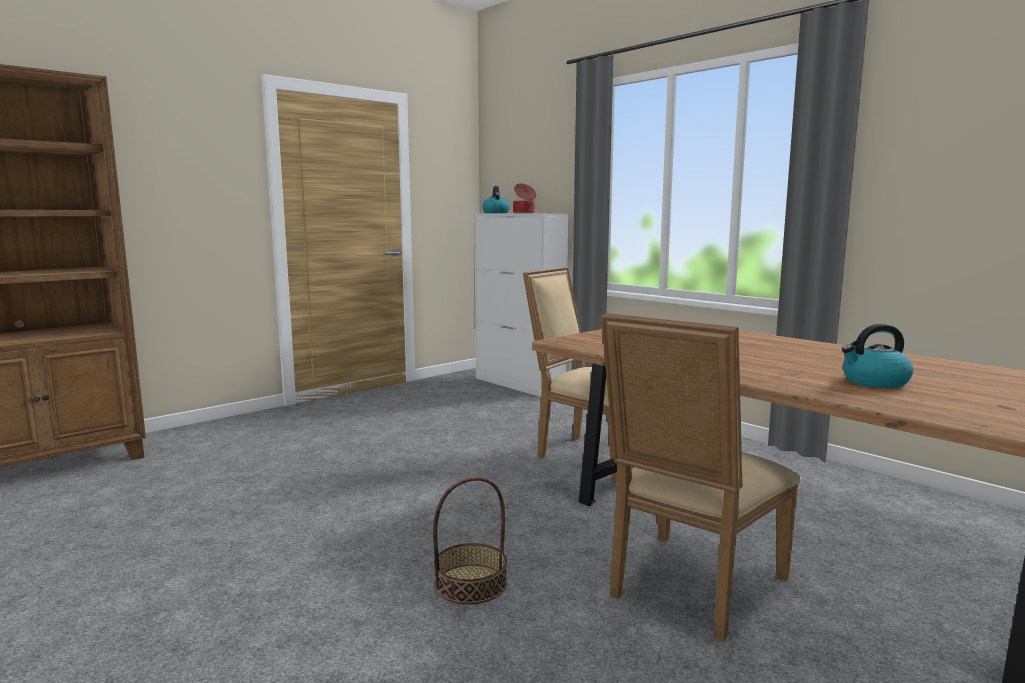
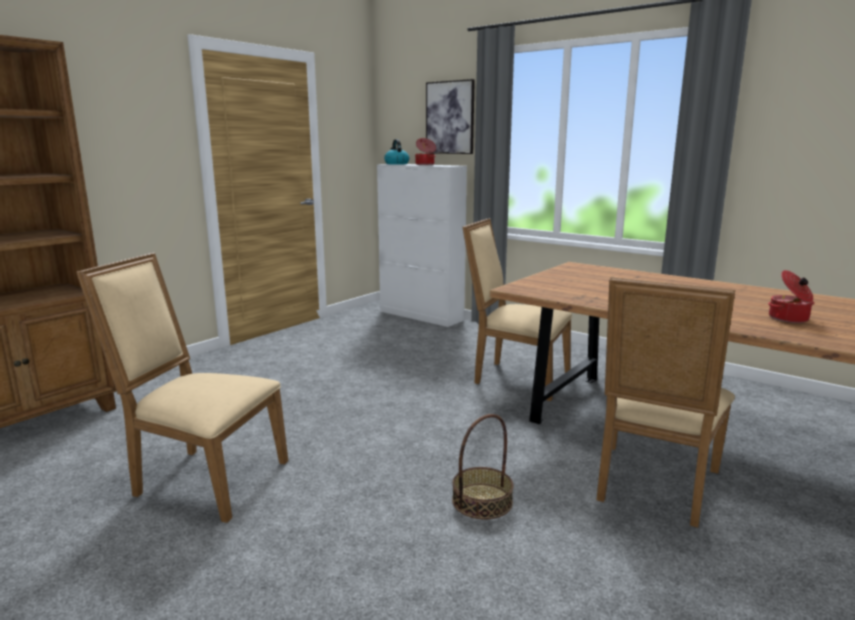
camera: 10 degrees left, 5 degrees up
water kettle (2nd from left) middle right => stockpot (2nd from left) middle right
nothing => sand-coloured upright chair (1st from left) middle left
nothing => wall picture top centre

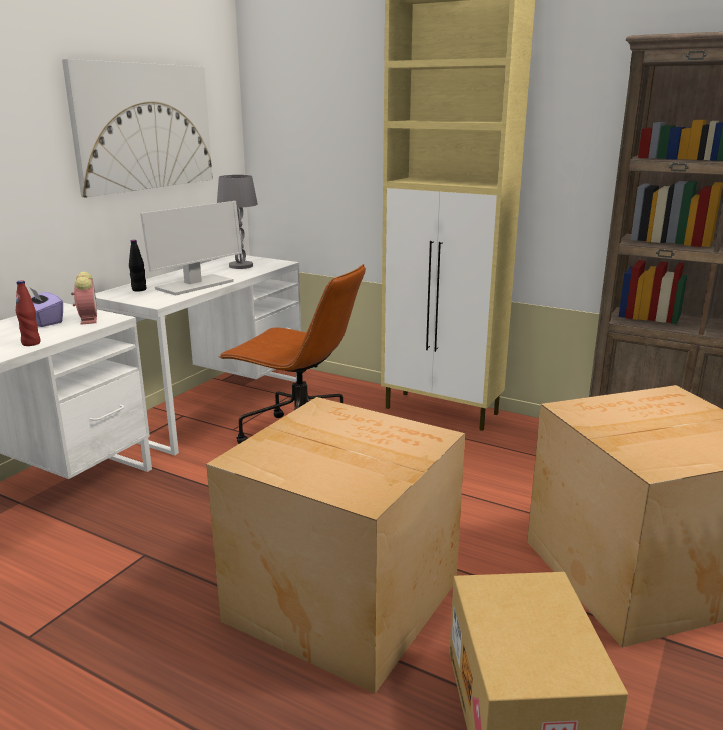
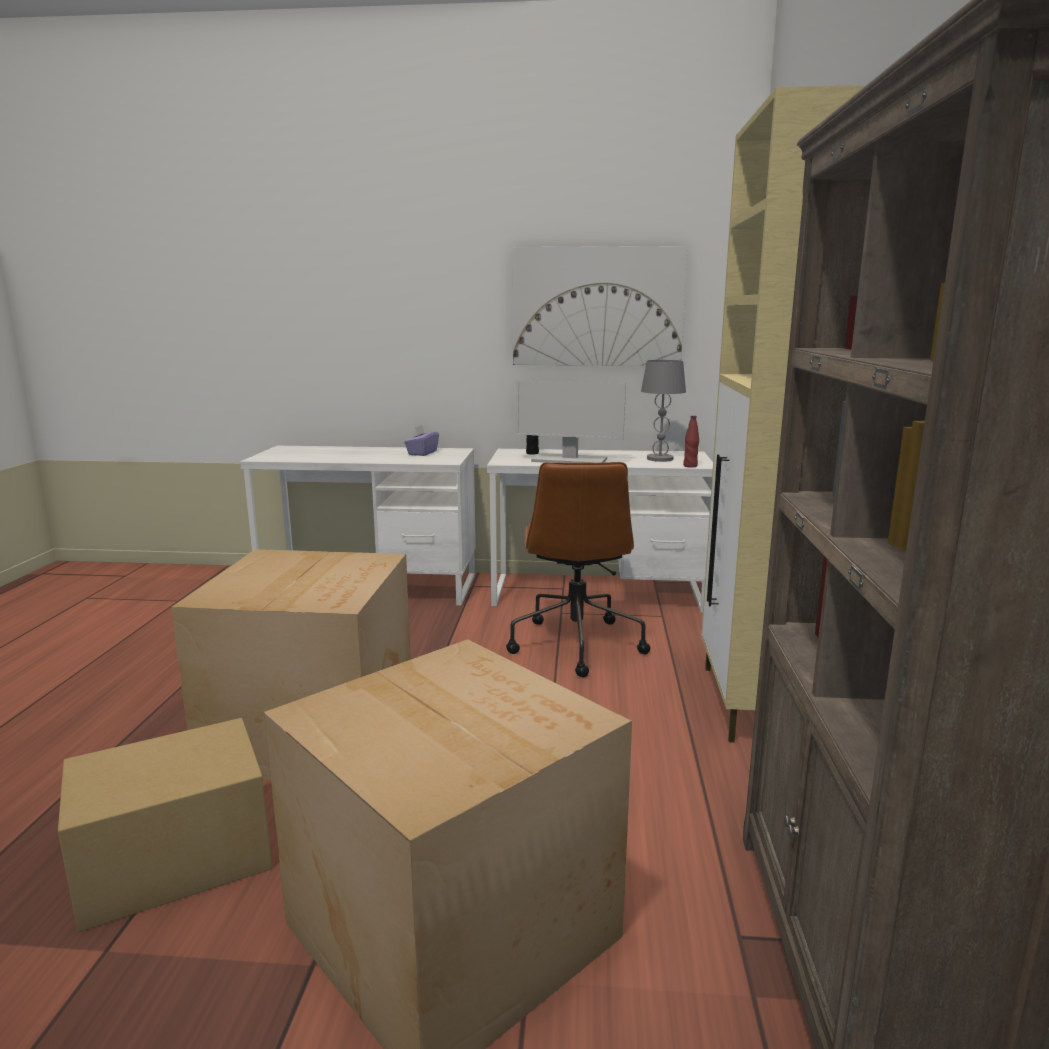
camera: 65 degrees right, 5 degrees down
red-coloured bottle middle left => red-coloured bottle centre, move
alarm clock middle left => nothing

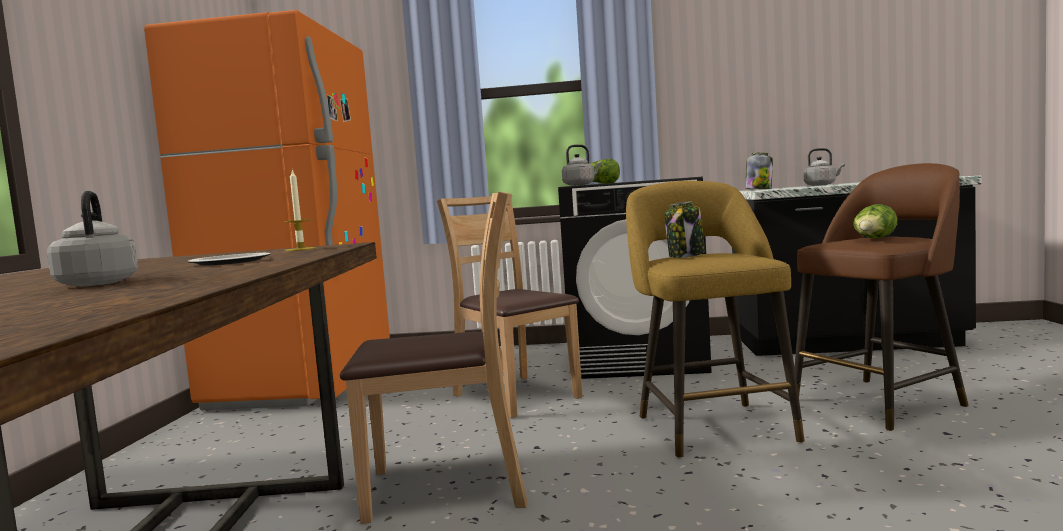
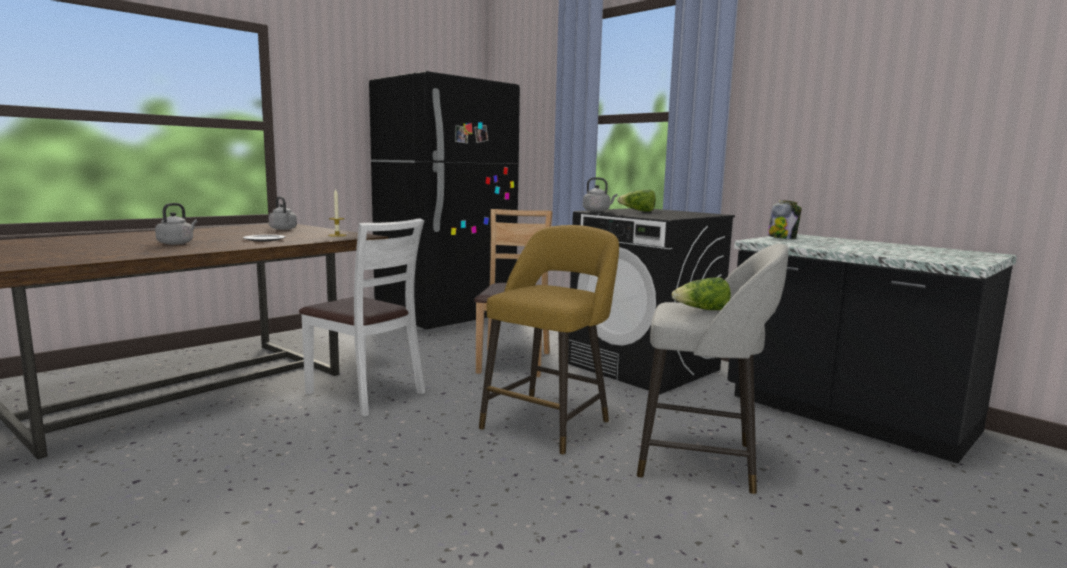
camera: 40 degrees right, 5 degrees up
orangey kitchen fridge middle left => black-coloured kitchen fridge centre
brownish upright chair (1st from left) bottom centre => whitish upright chair centre
storage jar (1st from left) centre => nothing
brownish sitting stool middle right => gray sitting stool middle right
gray water kettle (3rd from left in the first image) top right => gray water kettle (2nd from left) middle left, move

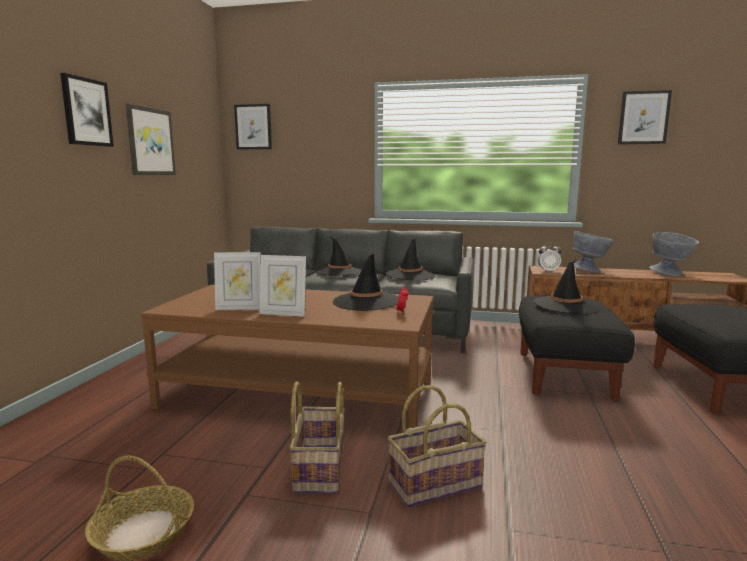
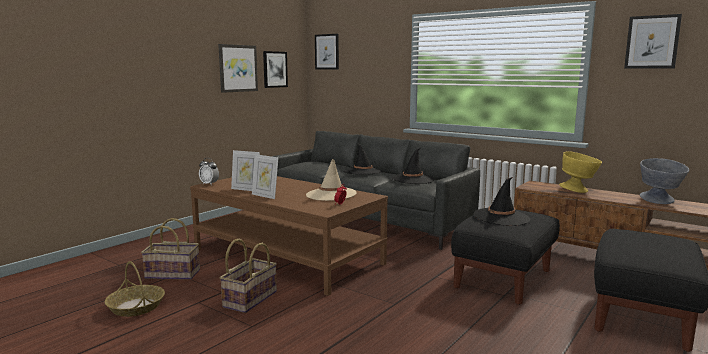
camera: 25 degrees right, 0 degrees up
wall picture (1st from left in the first image) top left => wall picture (2nd from left) top centre, move
black-coloured wearable hat (2nd from left) centre => sand-coloured wearable hat centre
basket (3rd from left in the first image) bottom centre => basket (2nd from left) bottom left, move
alarm clock (2nd from left in the first image) middle right => alarm clock (1st from left) middle left, move
gray deep dish (1st from left) middle right => yellowish deep dish middle right

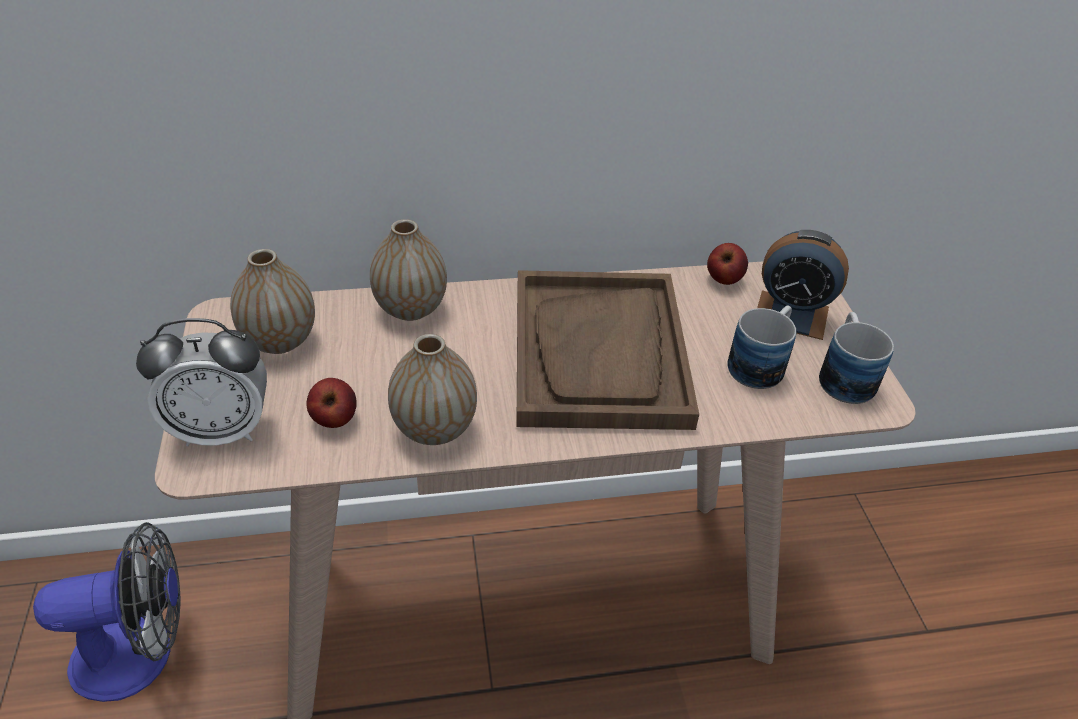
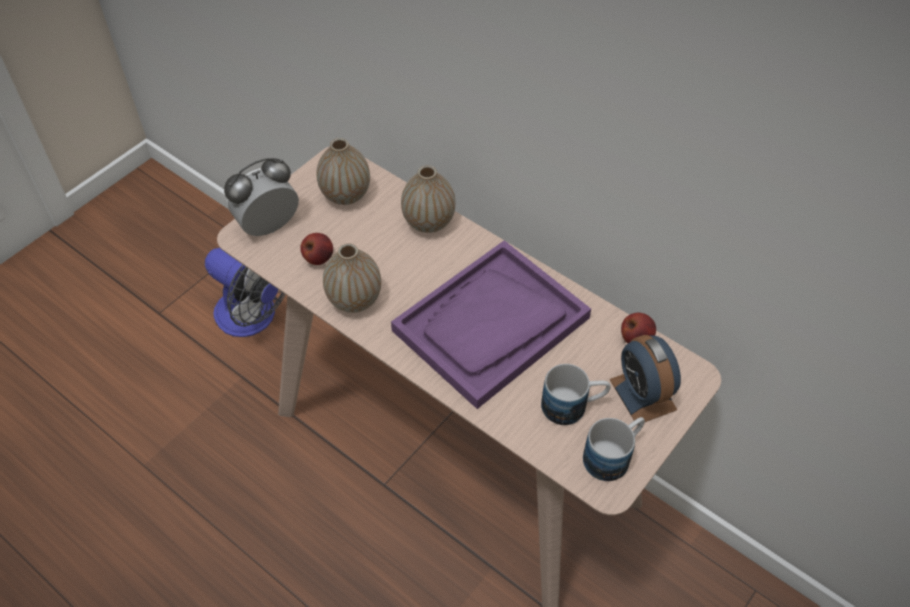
camera: 50 degrees right, 10 degrees up
alarm clock (1st from left) middle left => alarm clock (1st from left) top left, 105 degrees clockwise
brownish serving tray centre => purple-coloured serving tray centre

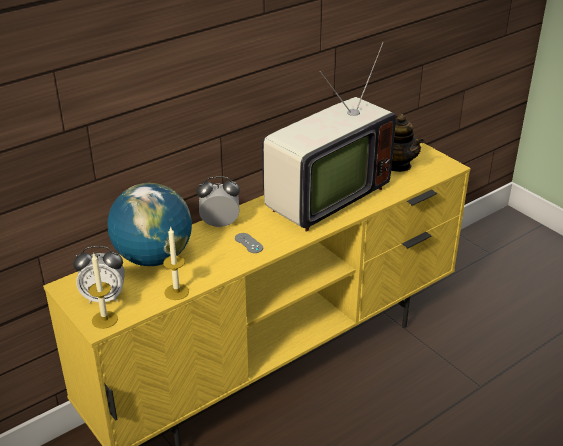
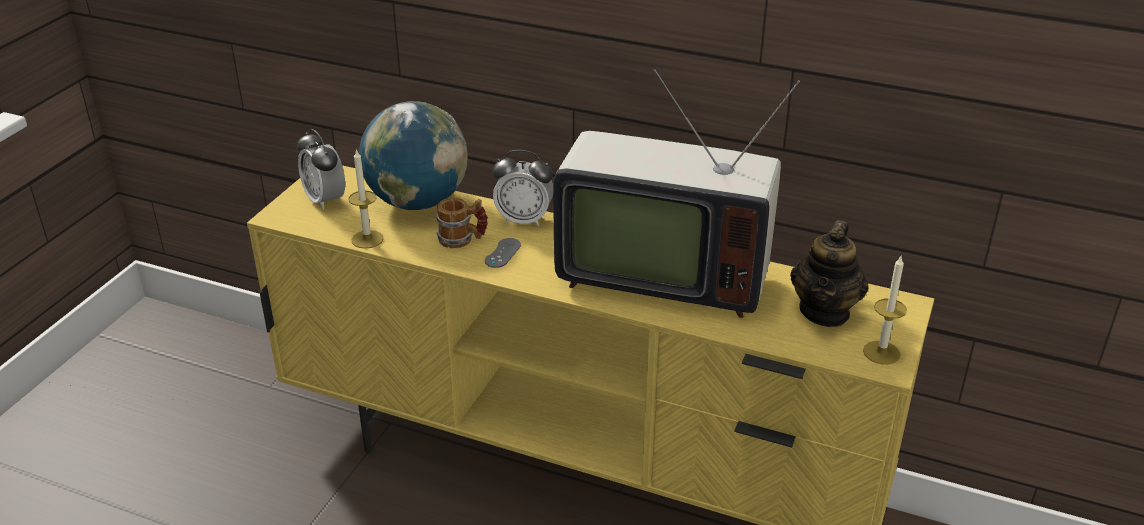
camera: 60 degrees right, 0 degrees up
candle (1st from left in the first image) middle left => candle (2nd from left) middle right, move
alarm clock (2nd from left) centre, 135 degrees clockwise
nothing => tea mug centre

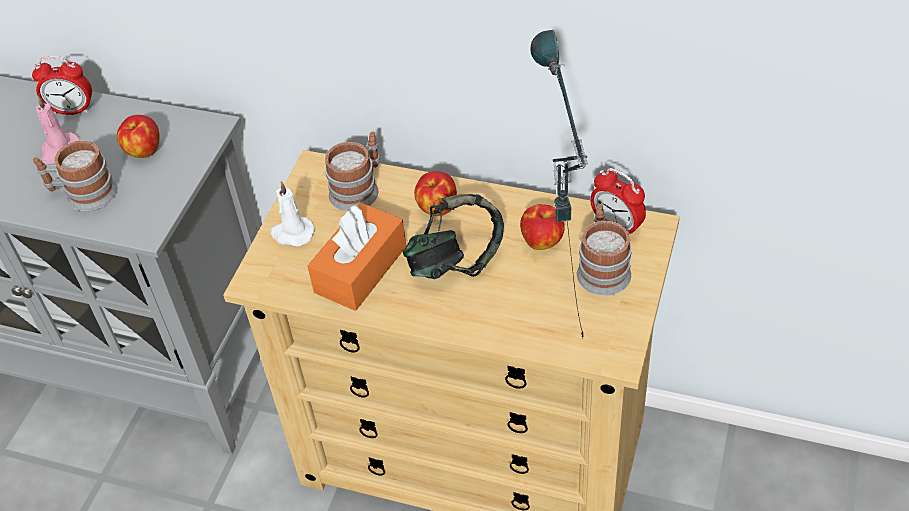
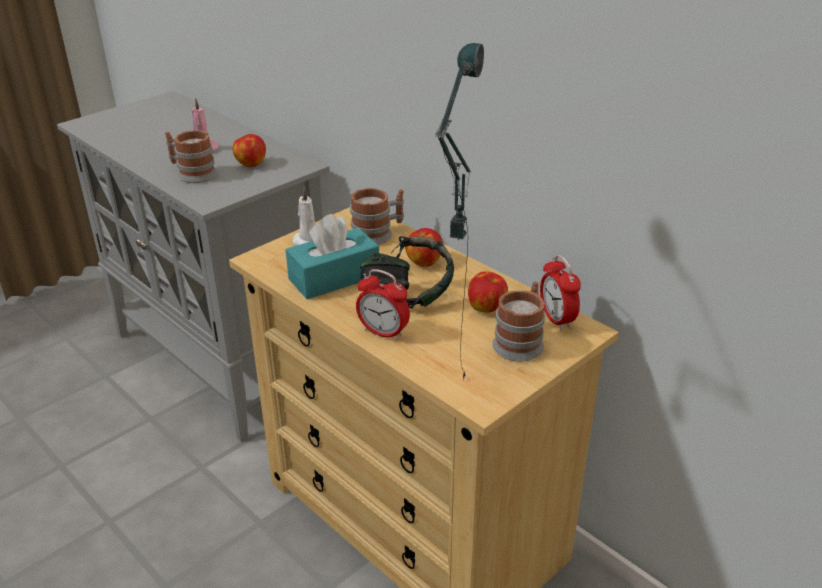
camera: 25 degrees right, 15 degrees down
alarm clock (1st from left) top left => alarm clock (1st from left) centre, move
orangey tissue box centre => blue-green tissue box centre

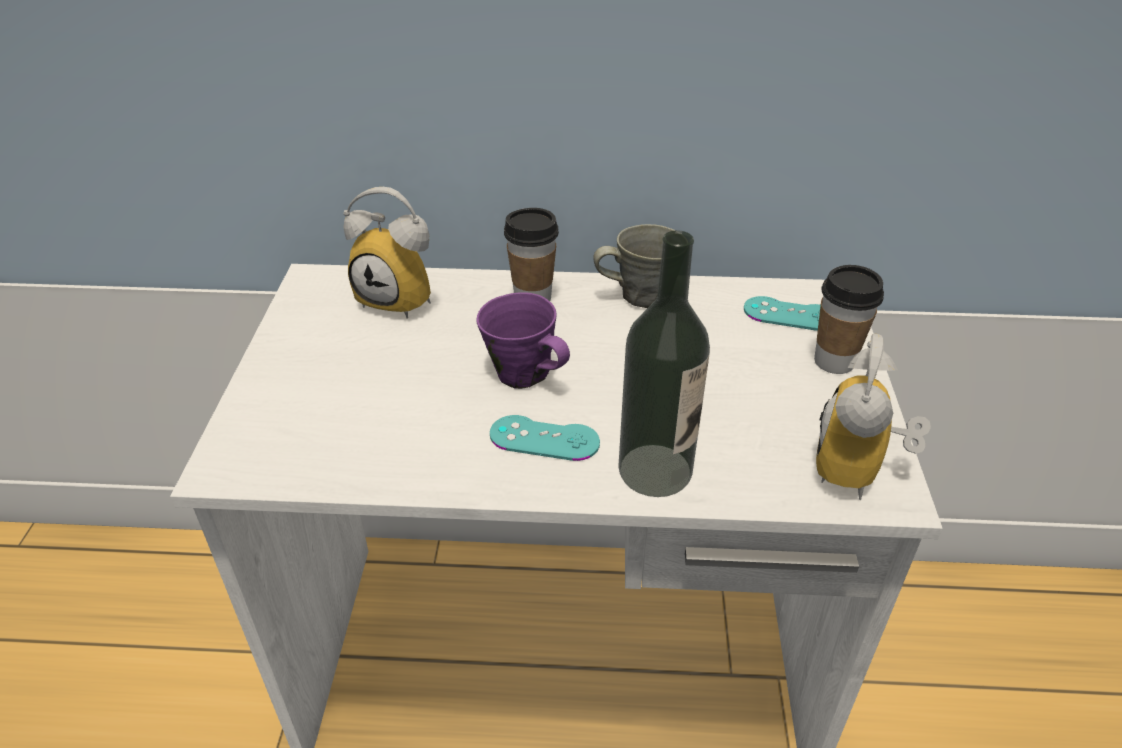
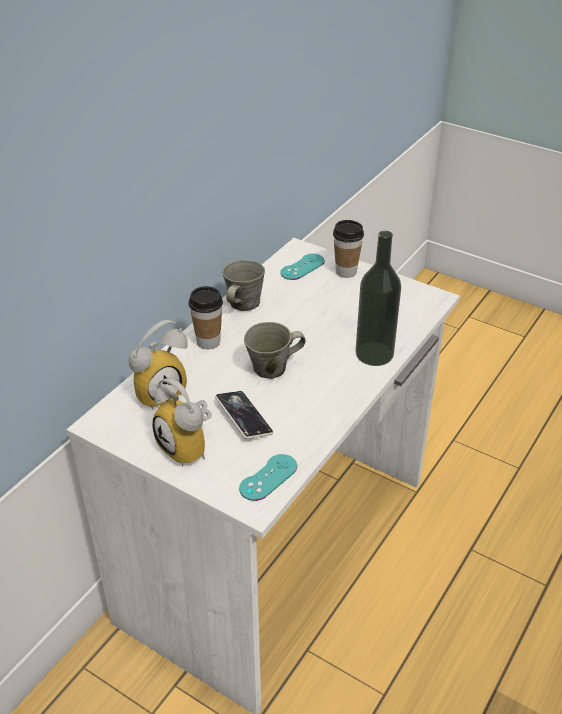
camera: 60 degrees left, 0 degrees up
purple-coloured tea mug centre => gray tea mug (2nd from left) centre
blue-green game controller (1st from left) centre => blue-green game controller (1st from left) bottom centre, move
alarm clock (2nd from left) middle right => alarm clock (2nd from left) middle left, move
nothing => telephone centre

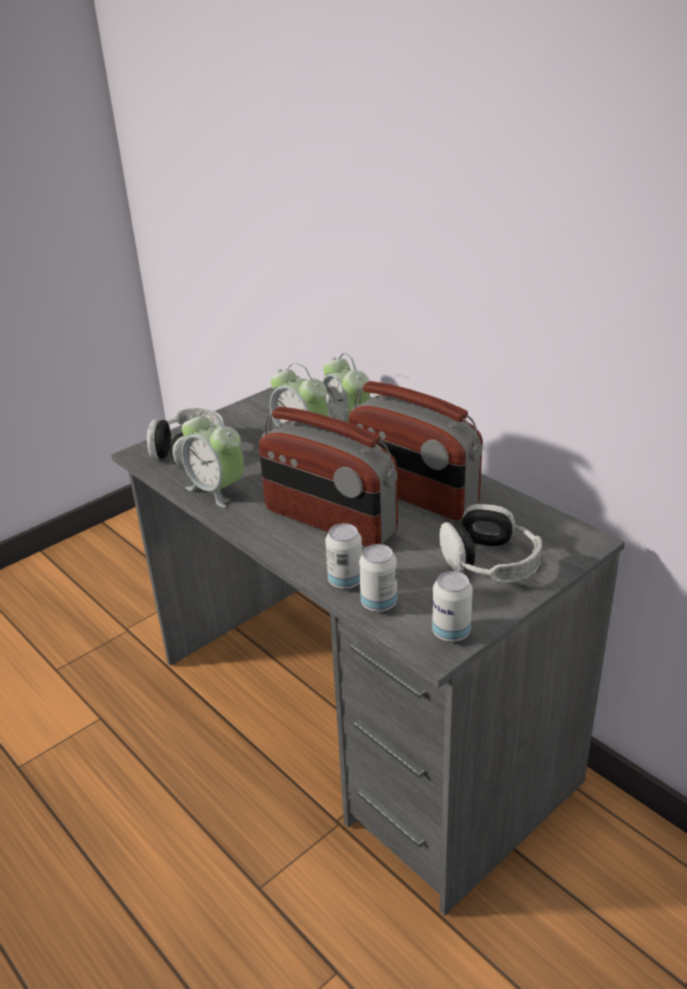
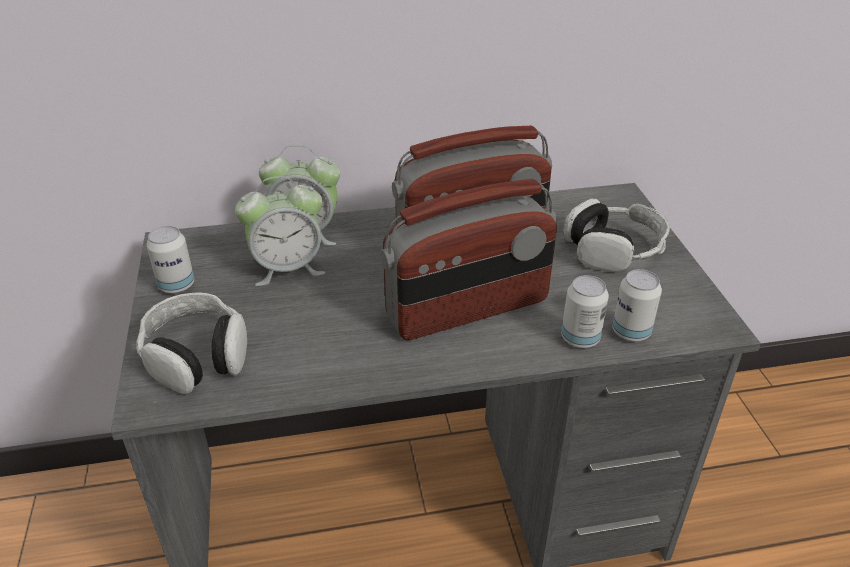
camera: 60 degrees left, 5 degrees up
alarm clock (1st from left) middle left => nothing
metal can (3rd from left in the first image) centre => metal can (1st from left) middle left, move

